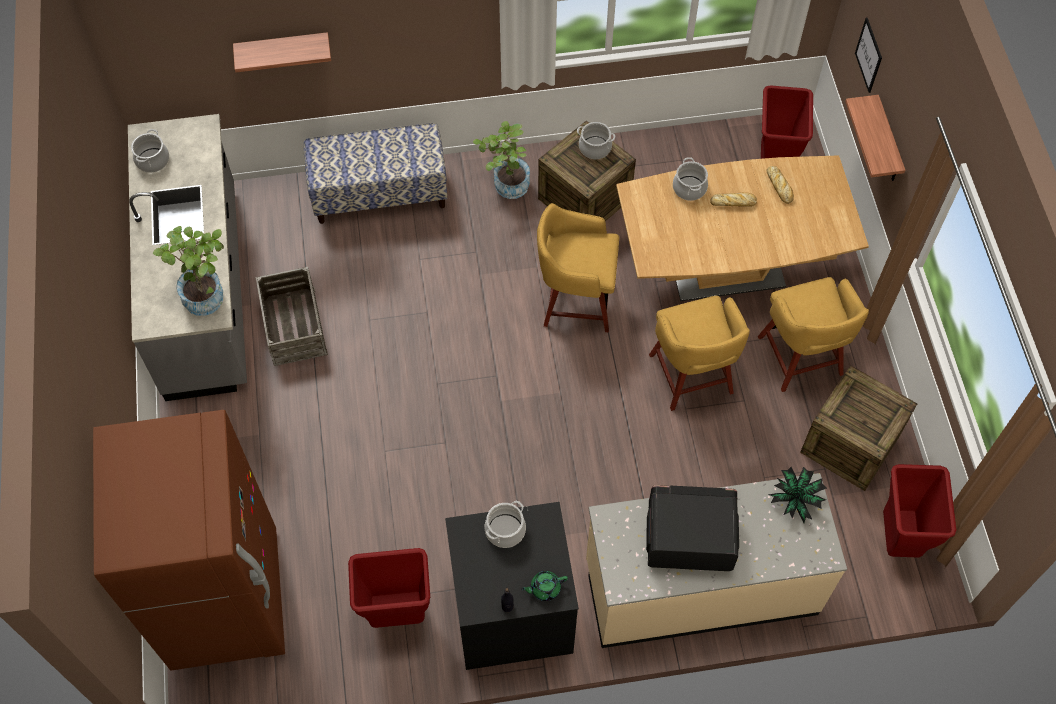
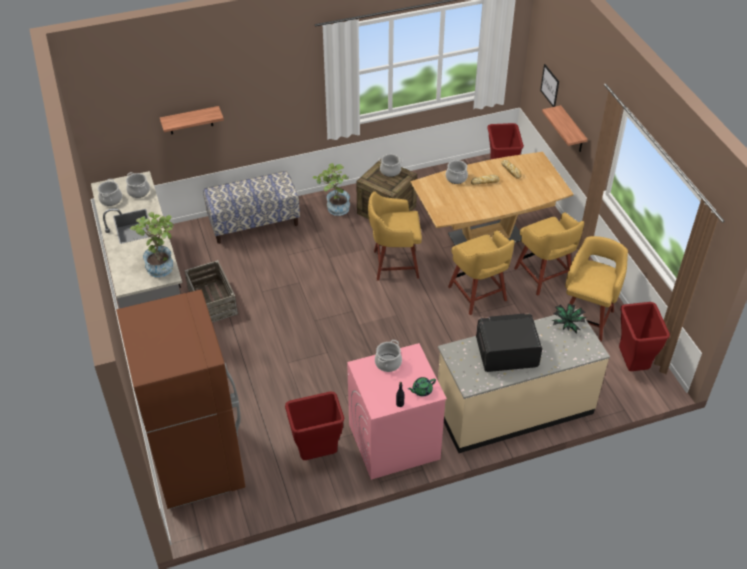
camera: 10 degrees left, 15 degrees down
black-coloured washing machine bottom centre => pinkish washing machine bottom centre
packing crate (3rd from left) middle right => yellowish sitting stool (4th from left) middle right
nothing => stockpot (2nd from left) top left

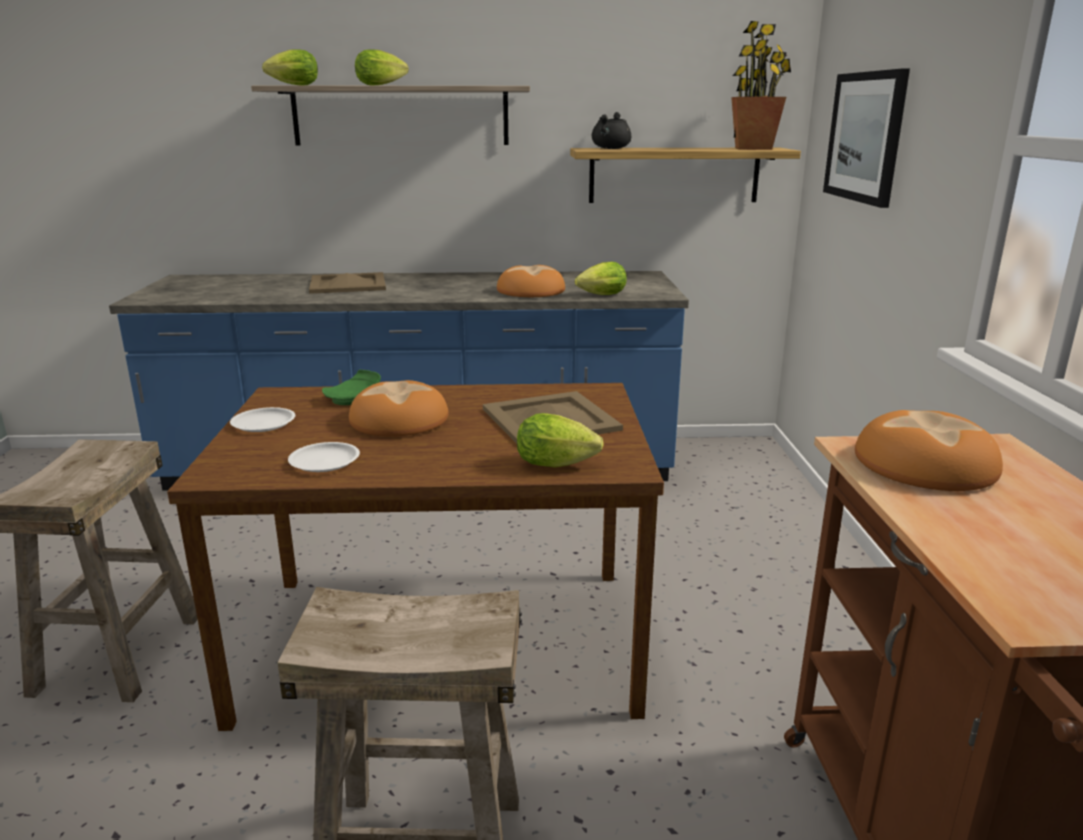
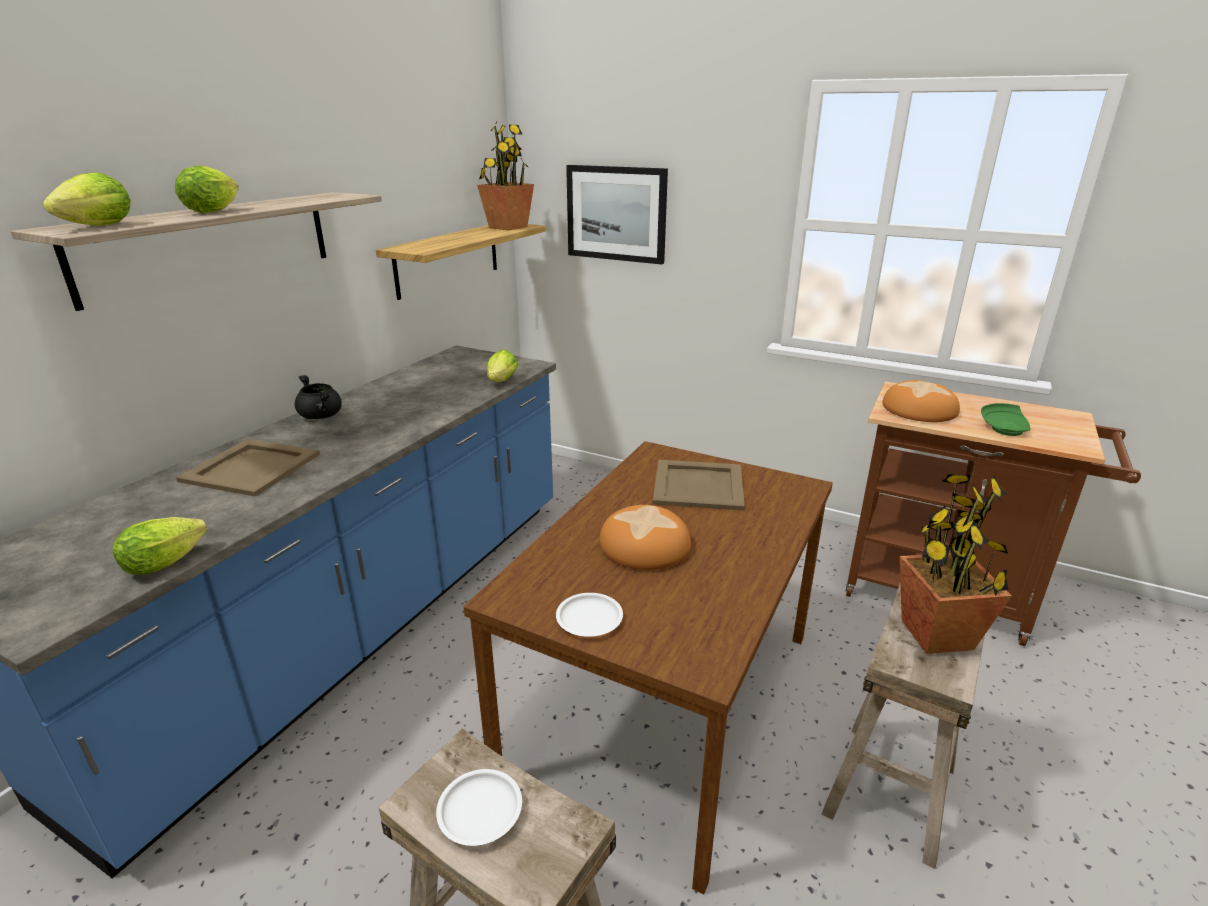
camera: 60 degrees left, 5 degrees up
whitish dinner plate (2nd from left in the first image) middle left => whitish dinner plate (1st from left) bottom centre, move
greenish dinner plate middle left => greenish dinner plate middle right, move
bread (2nd from left) centre => nothing
lettuce head (3rd from left in the first image) centre => lettuce head (2nd from left) middle left, move
black-coloured stockpot top centre => black-coloured stockpot middle left, move
nothing => plant in a pot (2nd from left) middle right

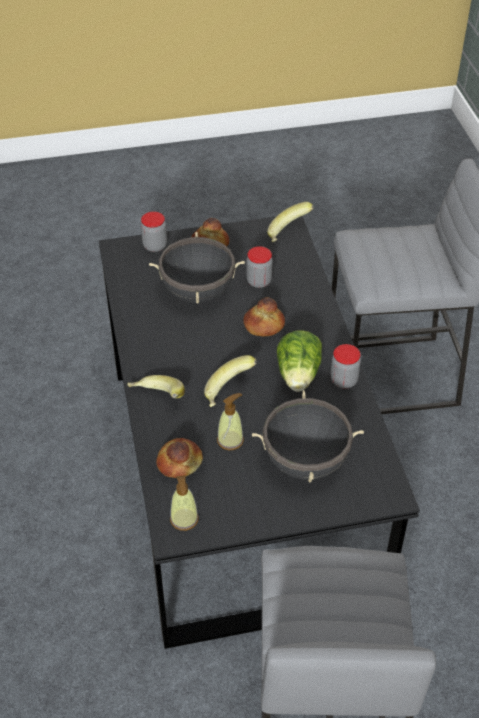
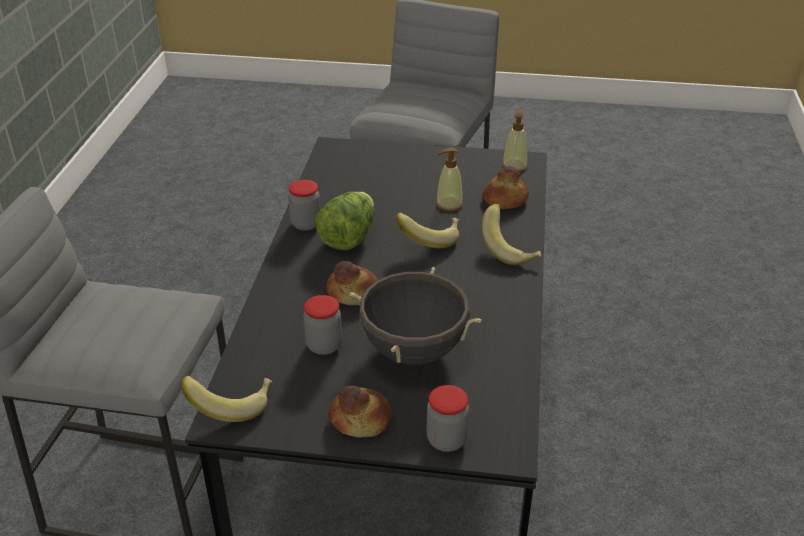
camera: 160 degrees left, 10 degrees down
black-coloured stockpot (2nd from left) centre => nothing

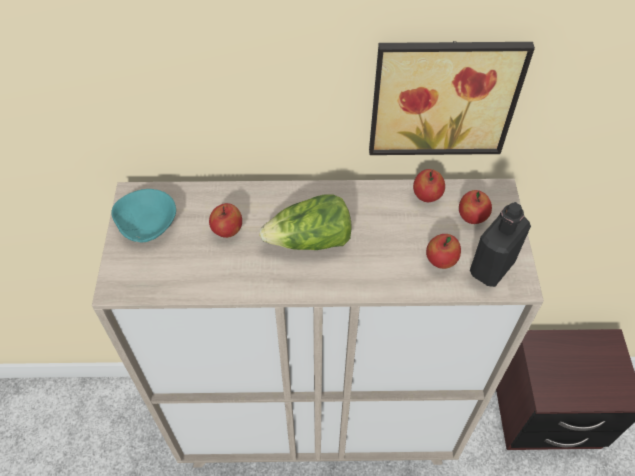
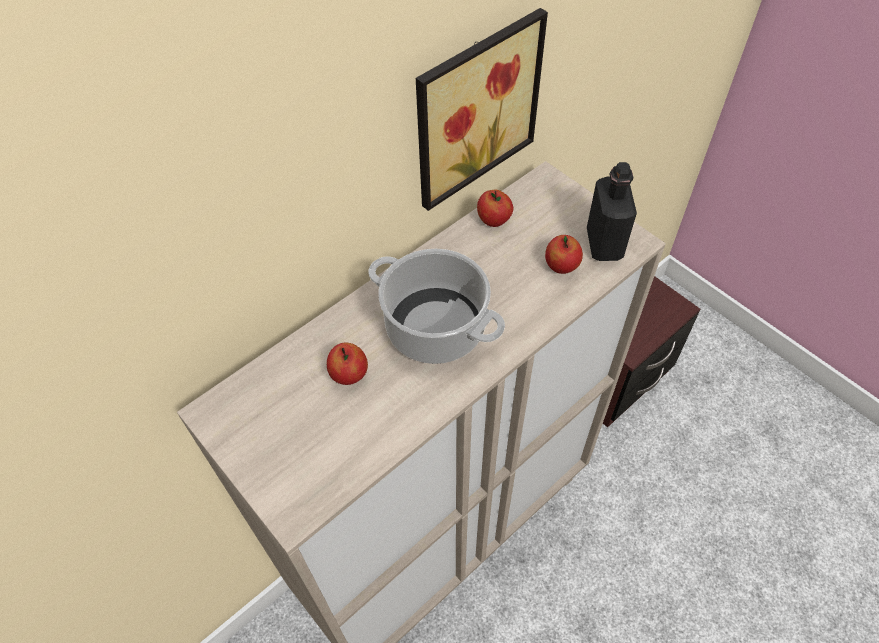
camera: 40 degrees left, 0 degrees up
blue-green deep dish middle left => nothing
lettuce head centre => stockpot centre
apple fruit (4th from left) middle right => nothing

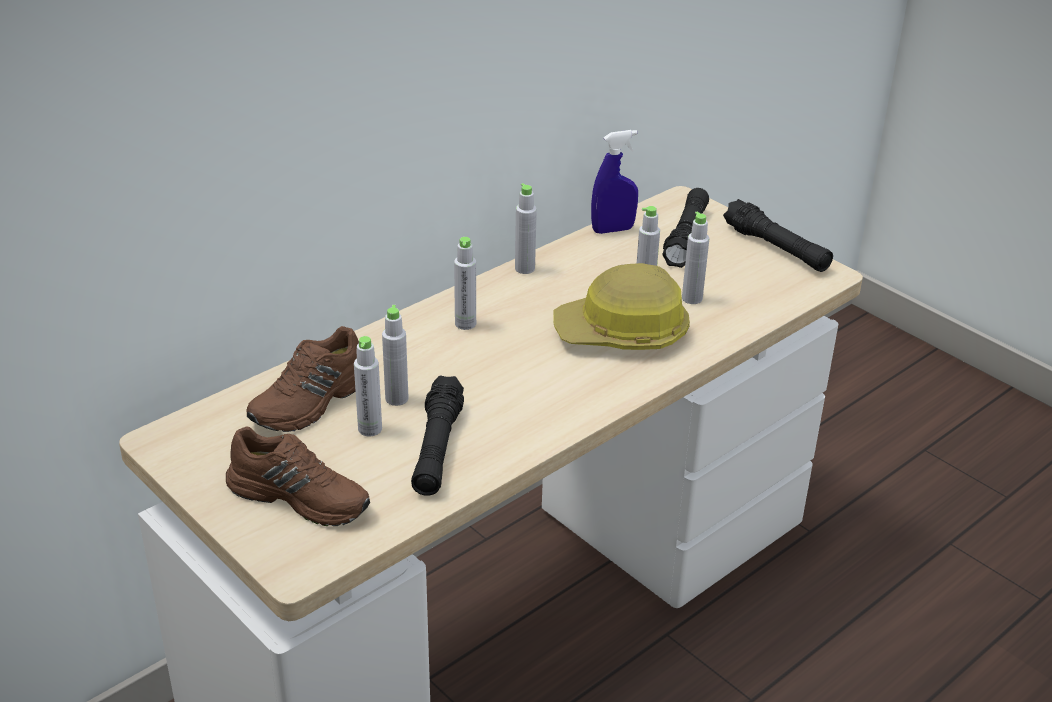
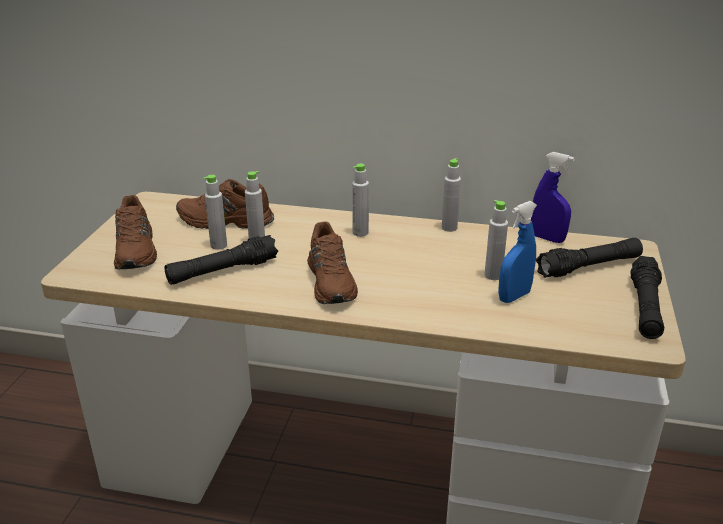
camera: 55 degrees right, 5 degrees down
safety helmet centre => nothing
gray bottle (6th from left) centre => bluish spray bottle (1st from left) middle right
nothing => brownish low shoe (3rd from left) centre

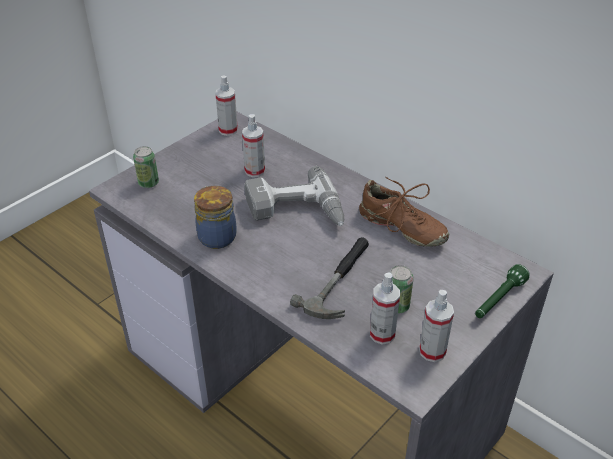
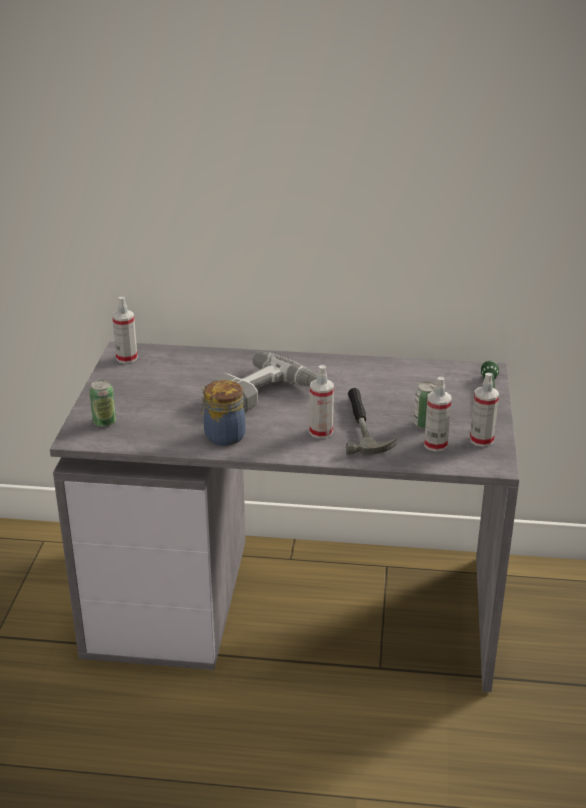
camera: 35 degrees left, 10 degrees down
spray bottle (2nd from left) top centre => spray bottle (2nd from left) centre, move
brownish low shoe centre => nothing

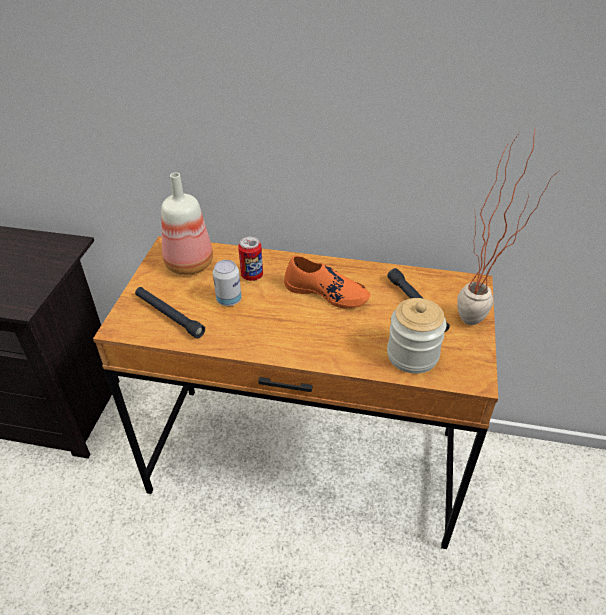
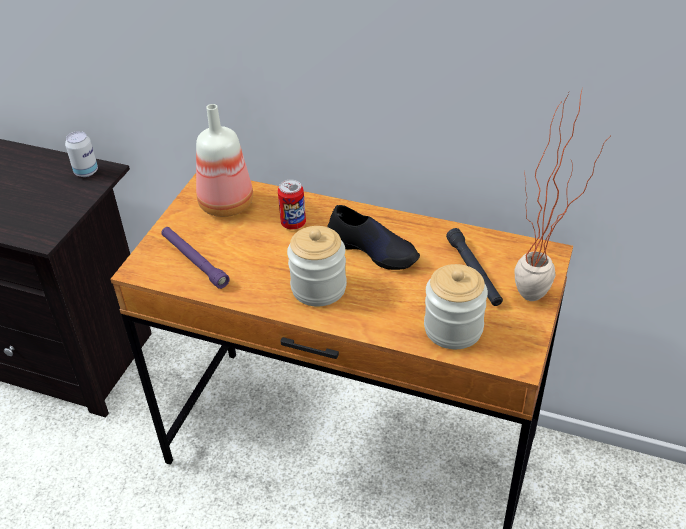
camera: 10 degrees right, 0 degrees up
black-coloured torch (1st from left) middle left => purple-coloured torch middle left
metal can (1st from left) centre => metal can (1st from left) top left, move
orangey low shoe centre => black-coloured low shoe centre
nothing => storage jar (1st from left) centre

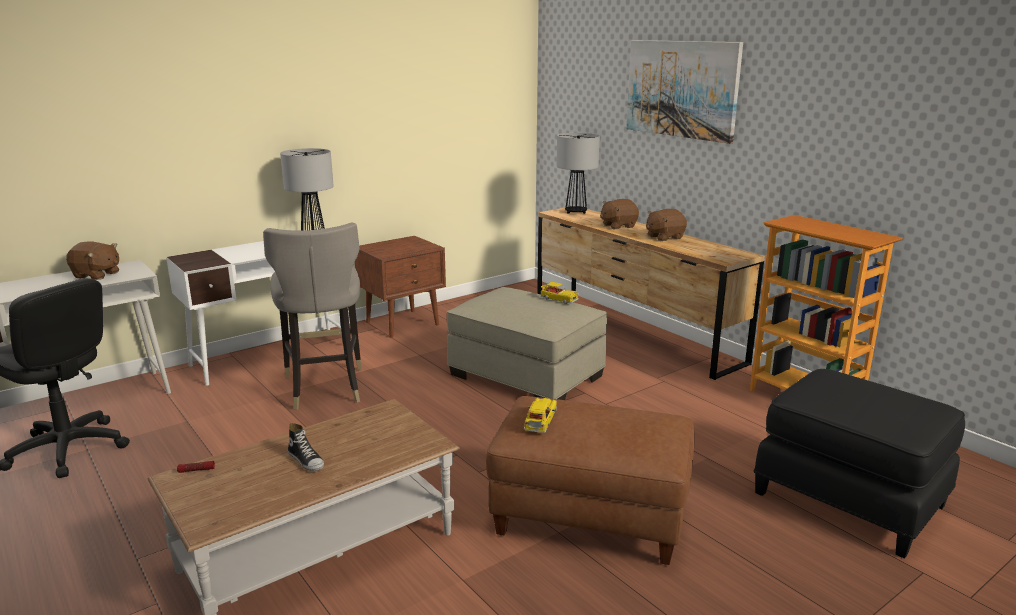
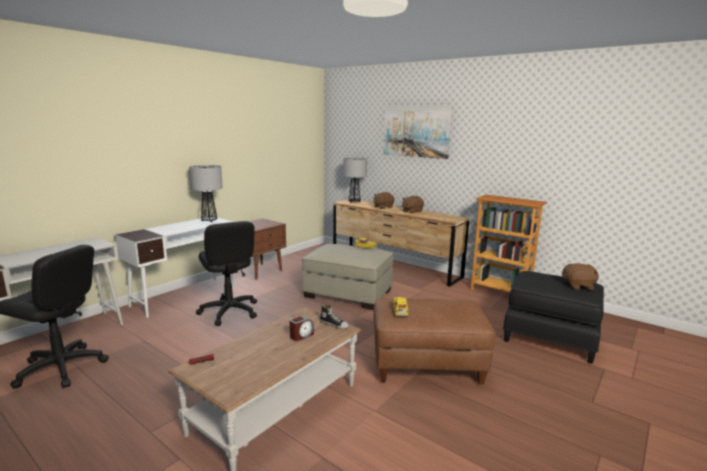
camera: 15 degrees left, 5 degrees down
brownish cuddly toy (1st from left in the first image) middle left => brownish cuddly toy (3rd from left) middle right, move
gray sitting stool middle left => black-coloured office chair (2nd from left) middle left
low shoe bottom left => low shoe bottom centre, move
nothing => alarm clock bottom centre

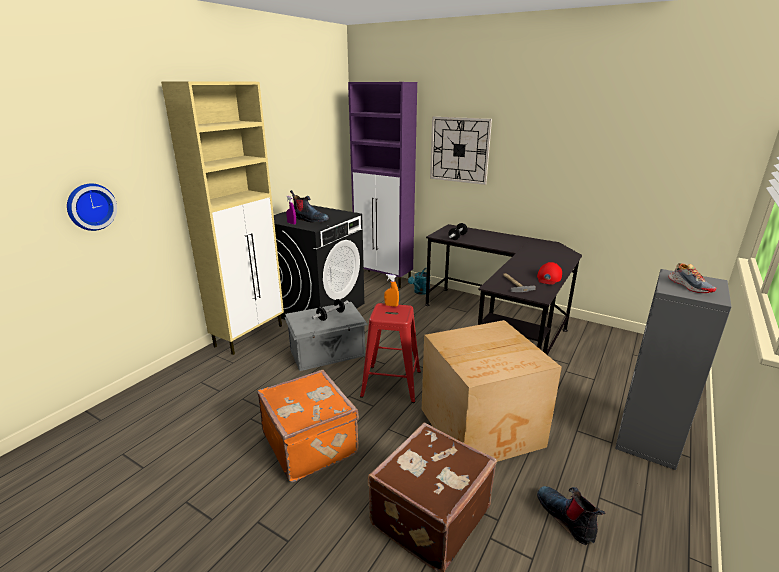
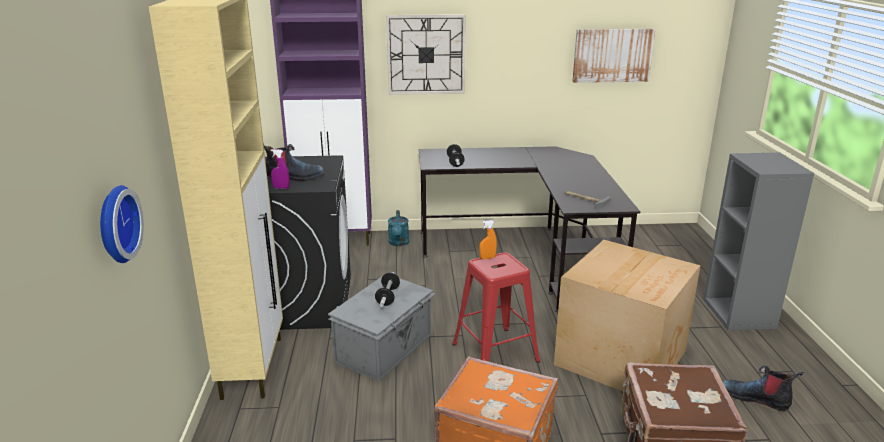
camera: 35 degrees left, 0 degrees up
red-coloured baseball cap middle right => nothing
low shoe middle right => nothing
nothing => wall picture top right

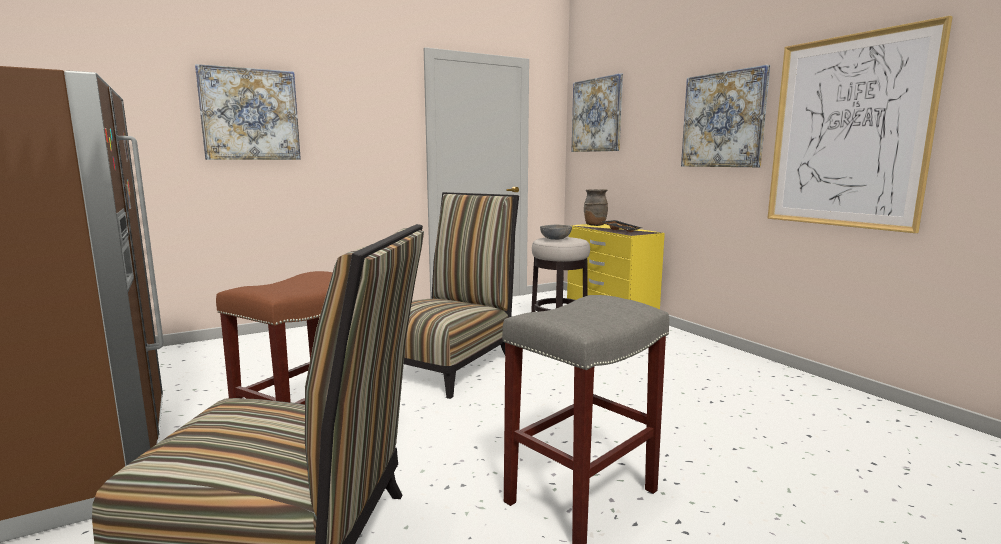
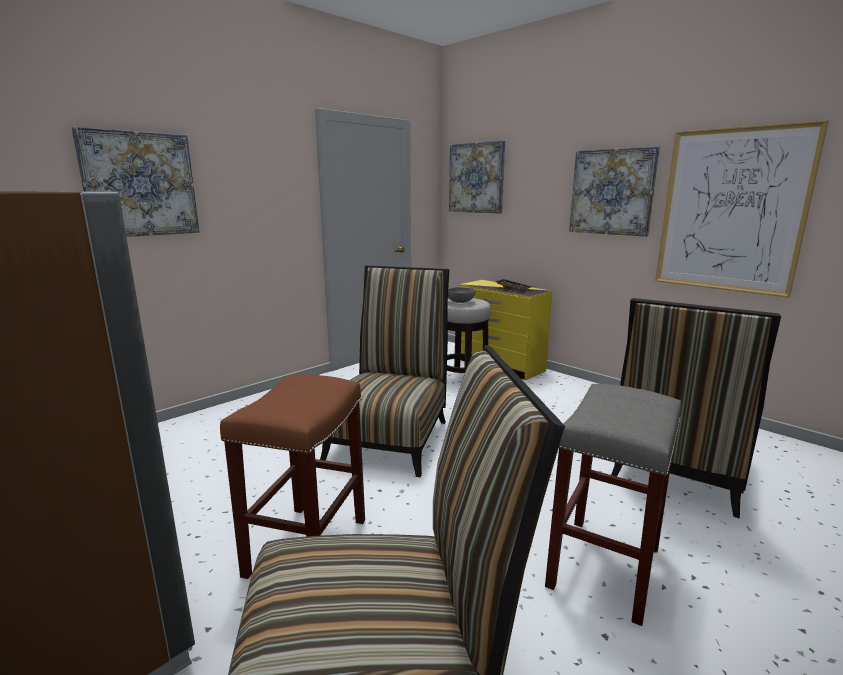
camera: 15 degrees left, 5 degrees up
brownish vase centre => nothing
nothing => upright chair (3rd from left) middle right

